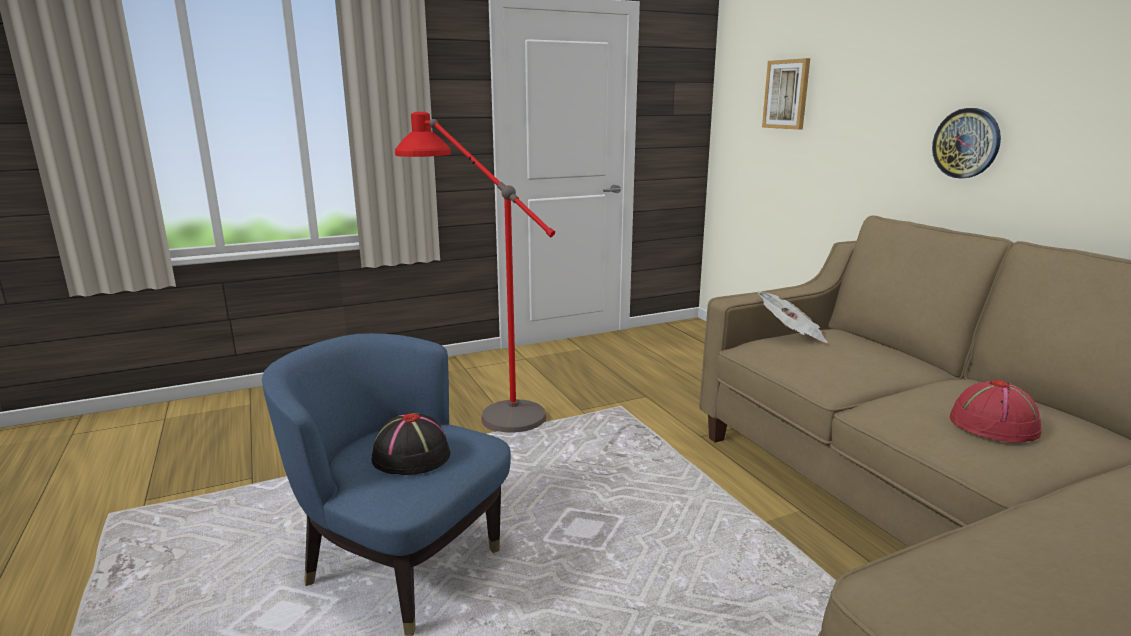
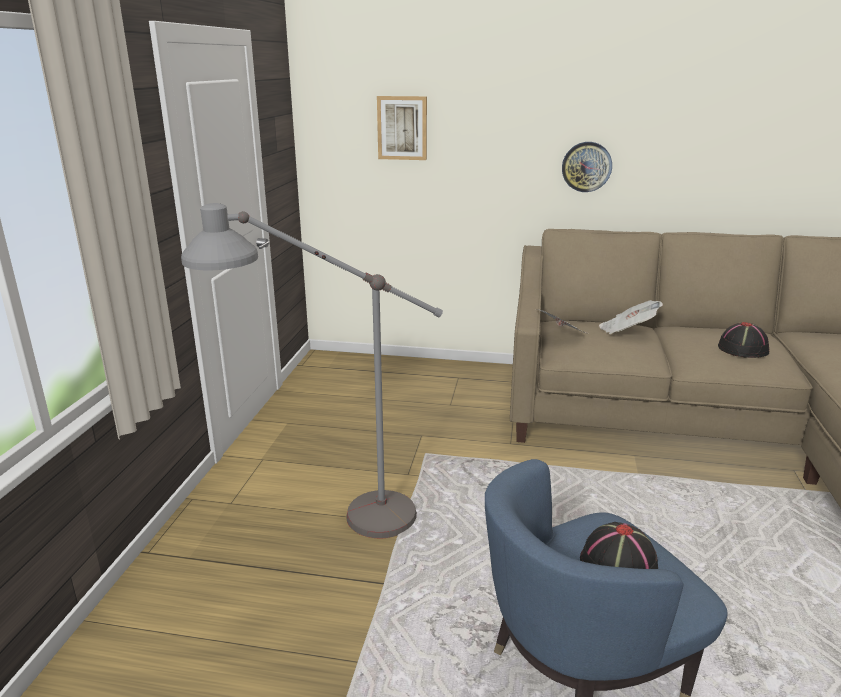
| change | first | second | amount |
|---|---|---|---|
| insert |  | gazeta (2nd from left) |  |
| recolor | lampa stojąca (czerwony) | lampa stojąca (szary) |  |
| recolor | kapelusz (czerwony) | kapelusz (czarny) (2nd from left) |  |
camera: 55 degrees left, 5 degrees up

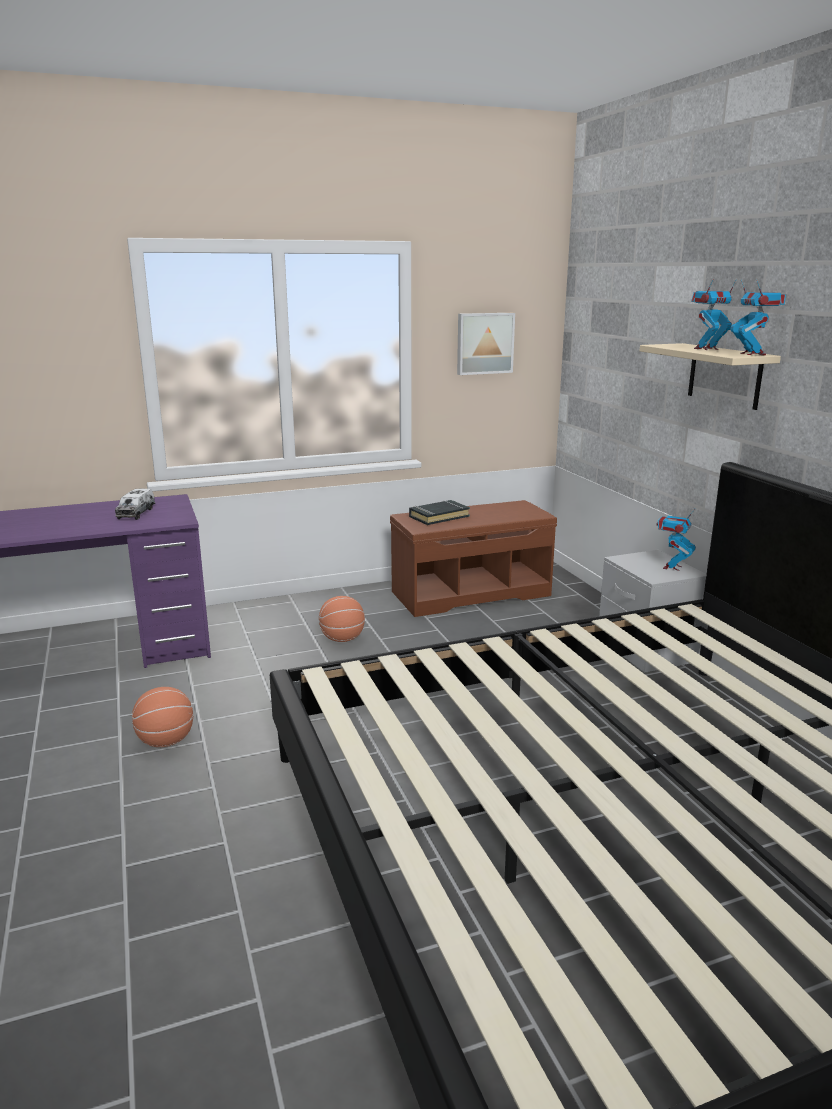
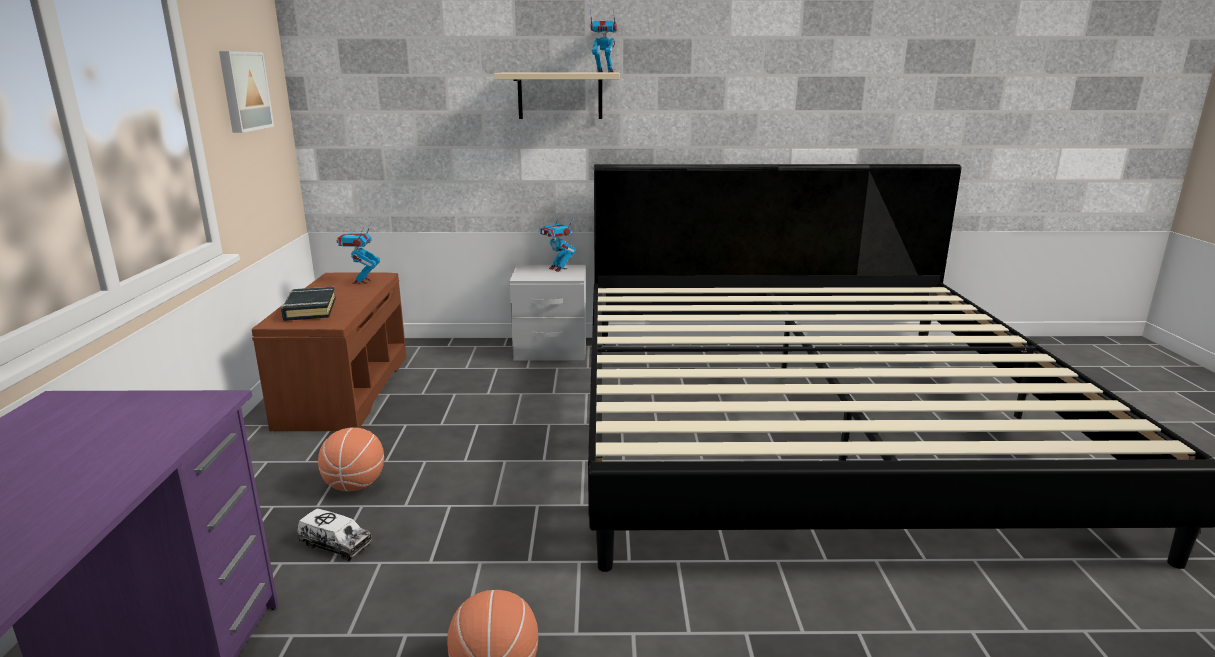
| change | first | second | amount |
|---|---|---|---|
| move | ciężarówka zabawkowa |  |  |
| move | robot zabawkowy (2nd from left in the first image) | robot zabawkowy (1st from left) |  |
camera: 70 degrees left, 0 degrees up

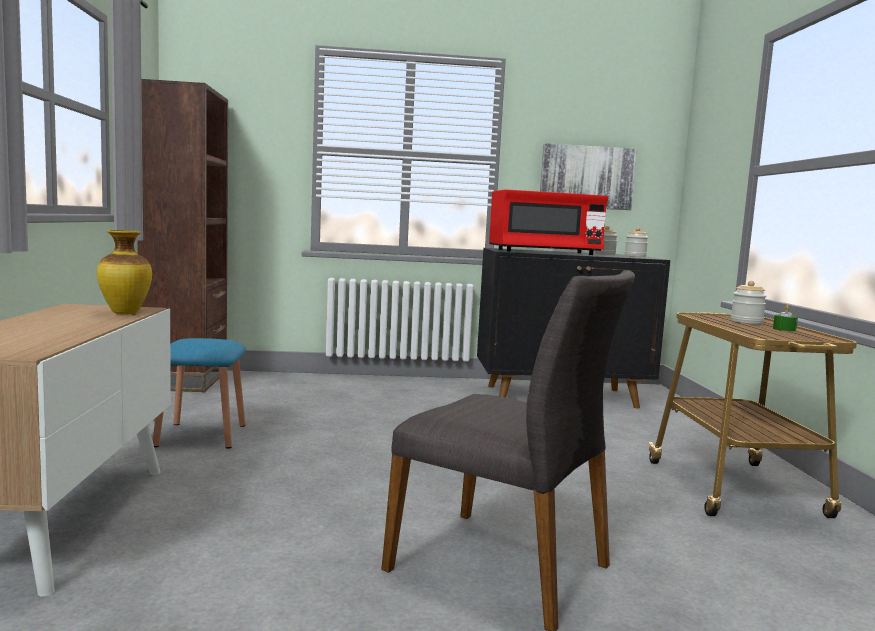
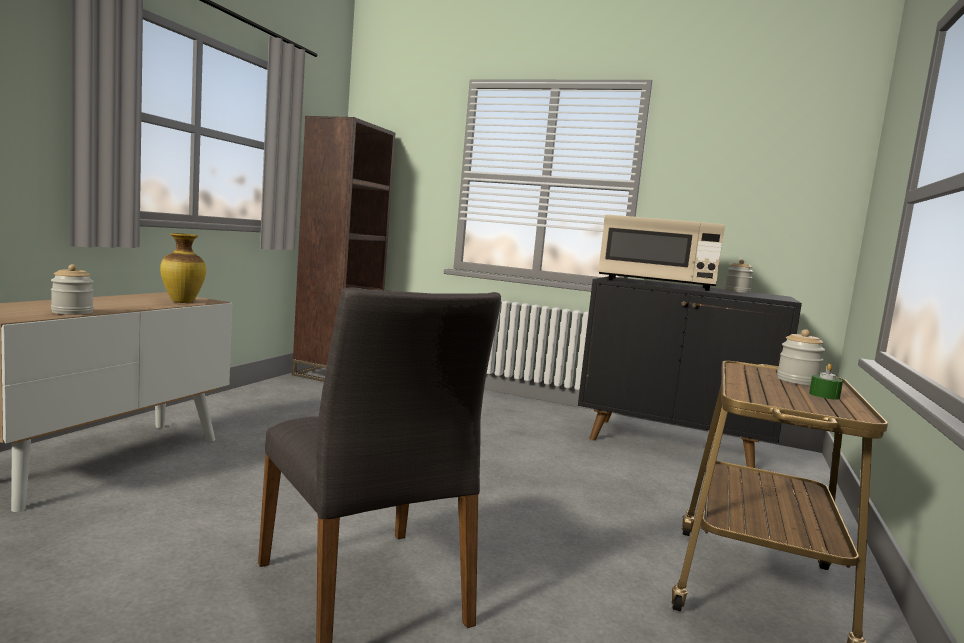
| change | first | second | amount |
|---|---|---|---|
| delete | stołek (niebieski) |  |  |
| delete | obraz |  |  |
| move | słoik (2nd from left in the first image) | słoik (1st from left) |  |
| recolor | mikrofalówka (czerwony) | mikrofalówka (beżowy) |  |
camera: 25 degrees right, 0 degrees up

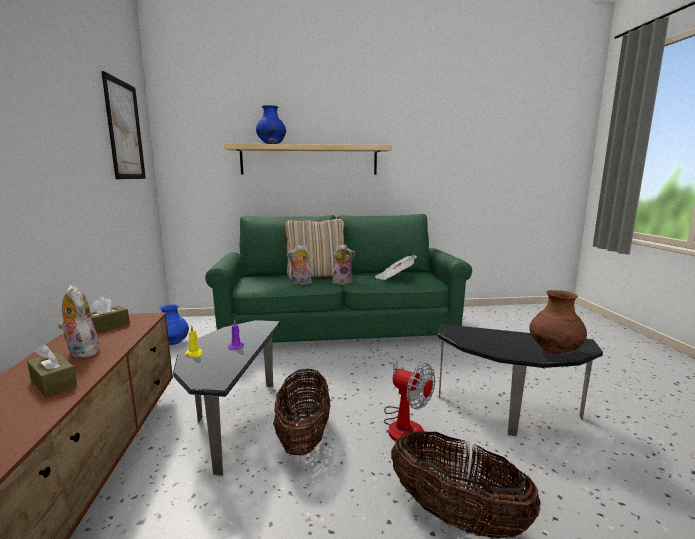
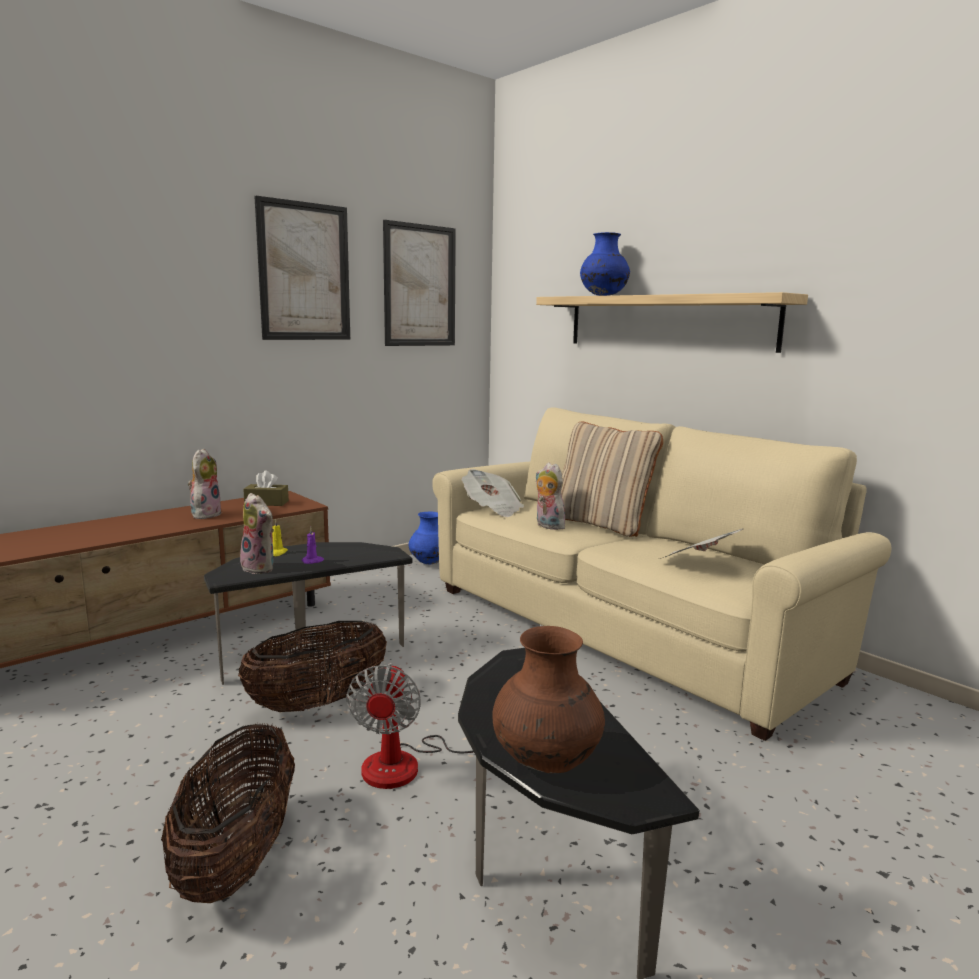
| change | first | second | amount |
|---|---|---|---|
| delete | pudełko chusteczek (brązowy) (1st from left) |  |  |
| insert |  | obraz (1st from left) |  |
| insert |  | gazeta (1st from left) |  |
| move | pluszak (3rd from left in the first image) | pluszak (2nd from left) |  |
| recolor | kanapa (zielony) | kanapa (beżowy) |  |
camera: 55 degrees right, 0 degrees up

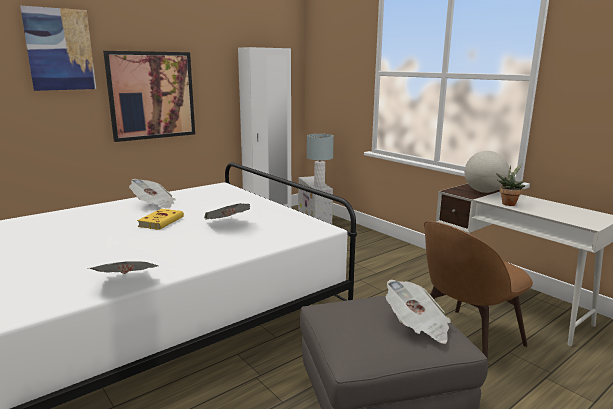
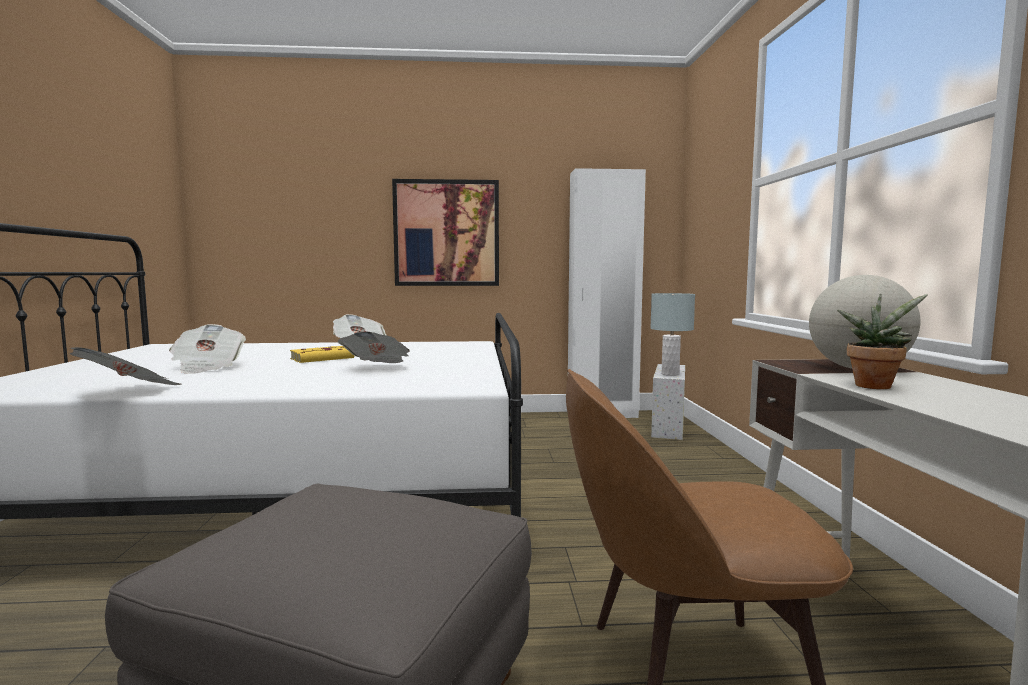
| change | first | second | amount |
|---|---|---|---|
| delete | obraz (1st from left) |  |  |
| move | gazeta (4th from left in the first image) | gazeta (2nd from left) |  |
camera: 35 degrees right, 10 degrees down

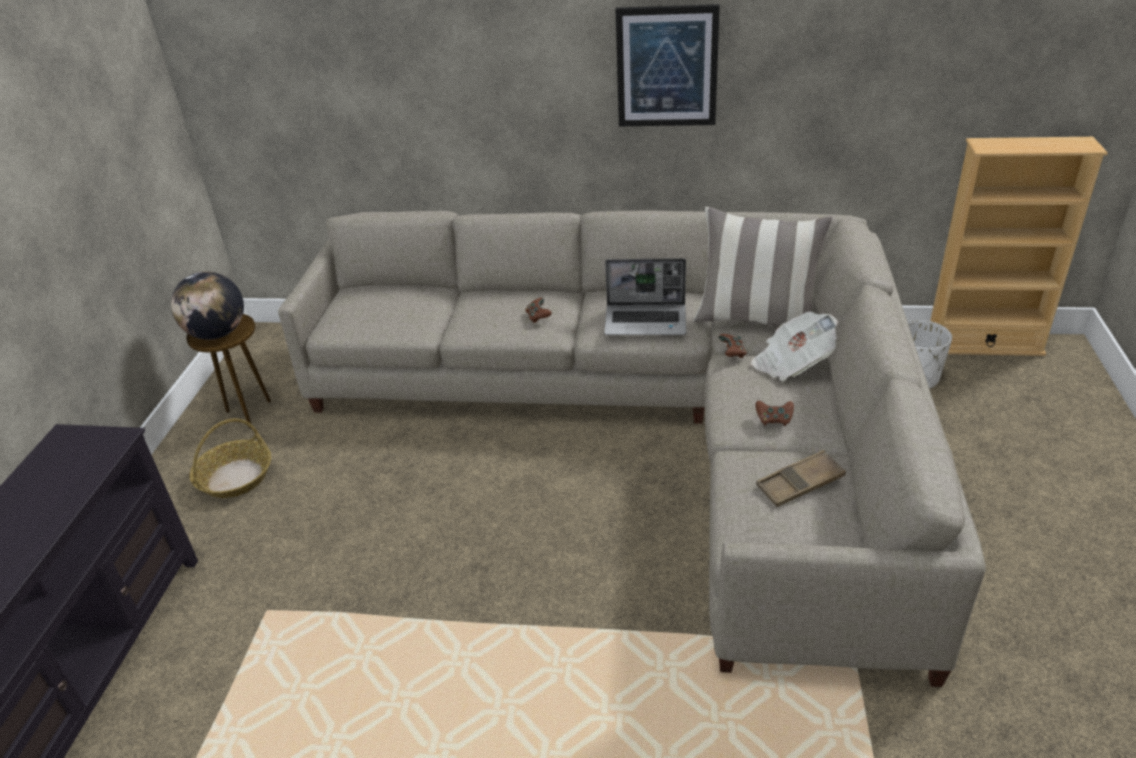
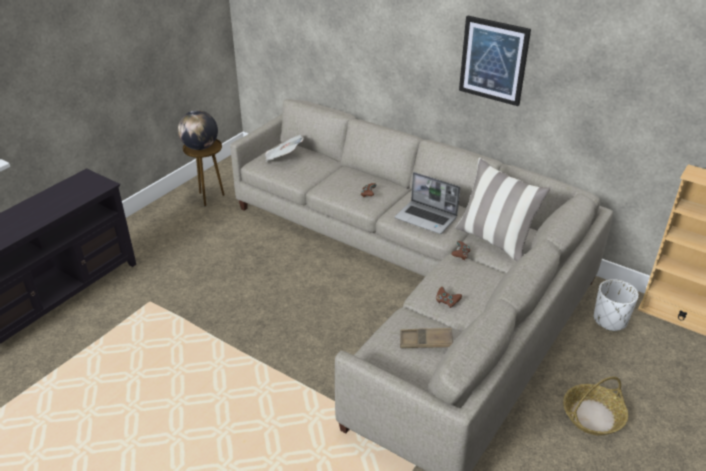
| change | first | second | amount |
|---|---|---|---|
| move | koszyk |  |  |
| move | gazeta |  |  |
camera: 25 degrees right, 0 degrees up

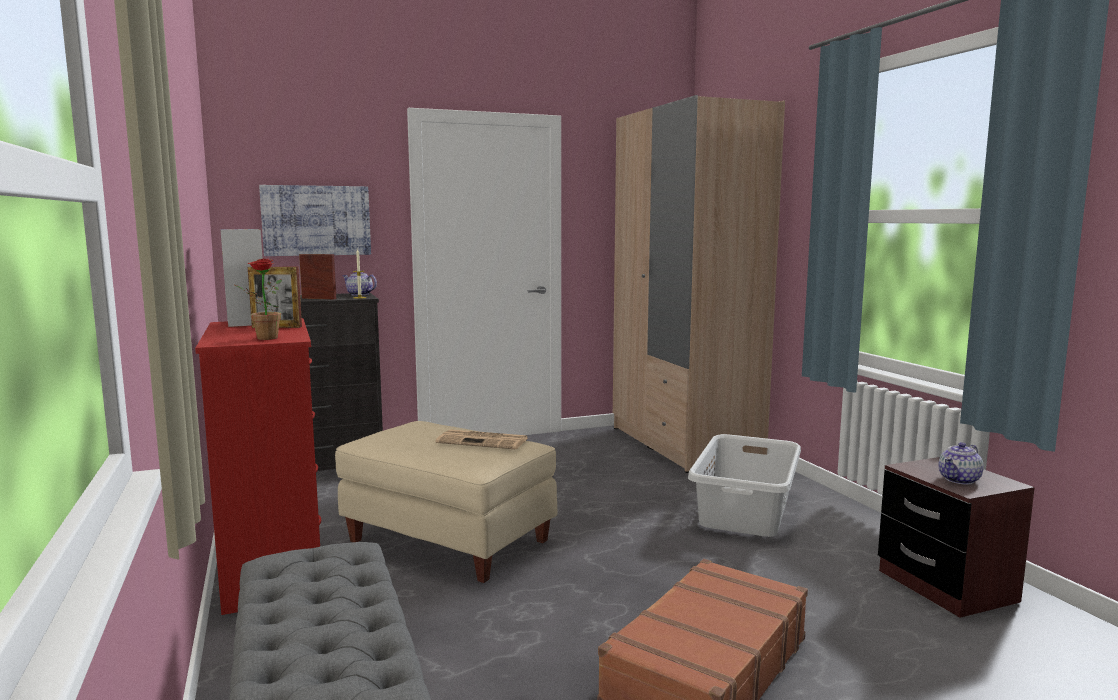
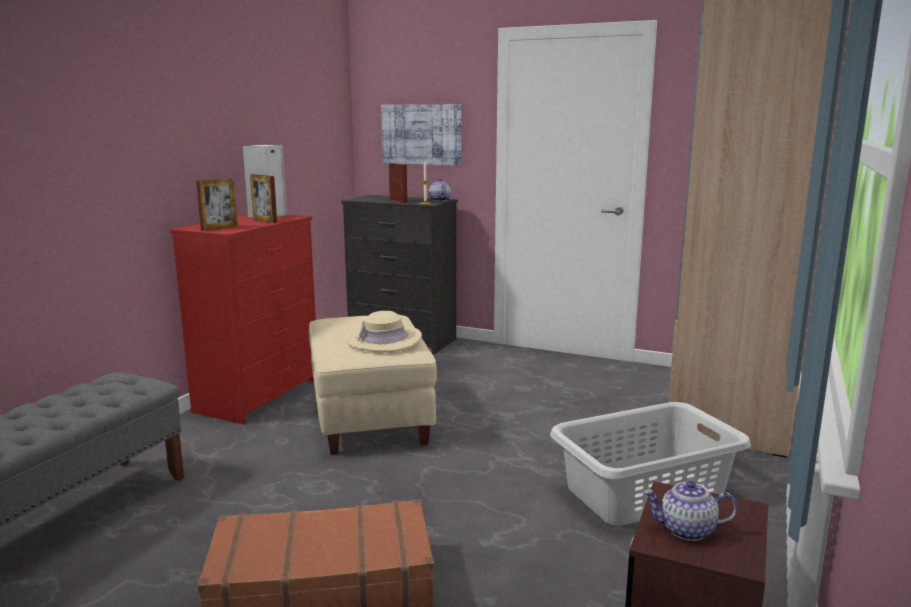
| change | first | second | amount |
|---|---|---|---|
| replace | roślina doniczkowa | ramka na zdjęcie (1st from left) |  |
| replace | gazeta | kapelusz (beżowy) |  |
camera: 45 degrees right, 5 degrees up

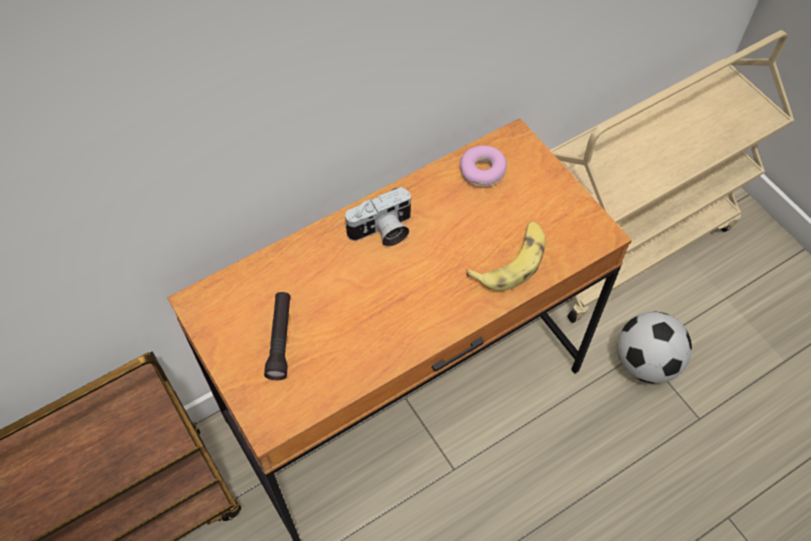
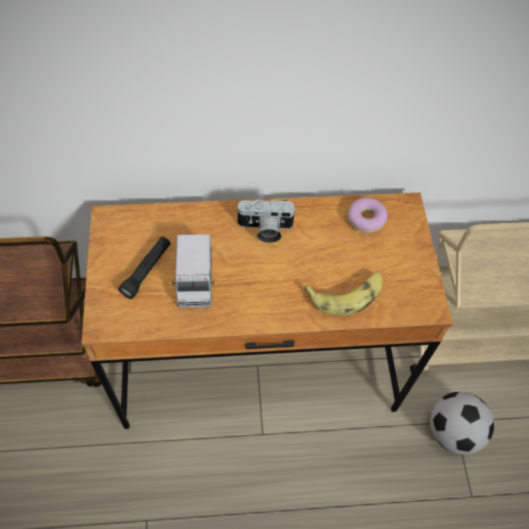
| change | first | second | amount |
|---|---|---|---|
| insert |  | ciężarówka zabawkowa |  |
camera: 25 degrees right, 0 degrees up

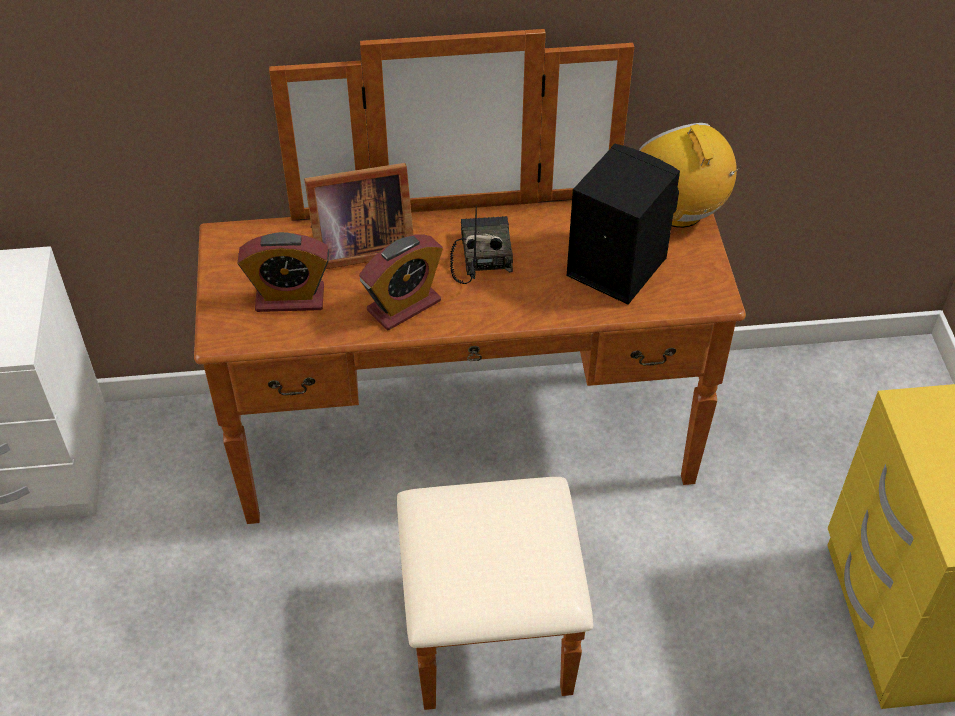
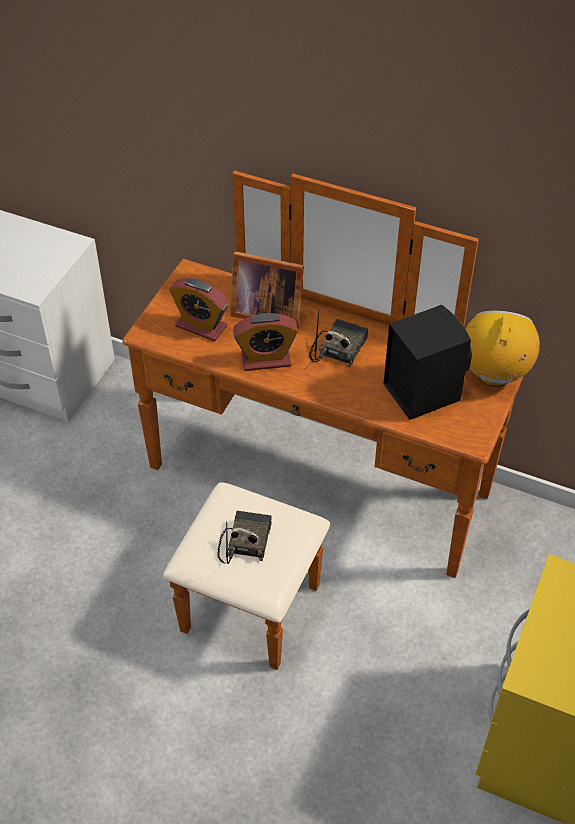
| change | first | second | amount |
|---|---|---|---|
| insert |  | radio (1st from left) |  |
camera: 30 degrees right, 0 degrees up

